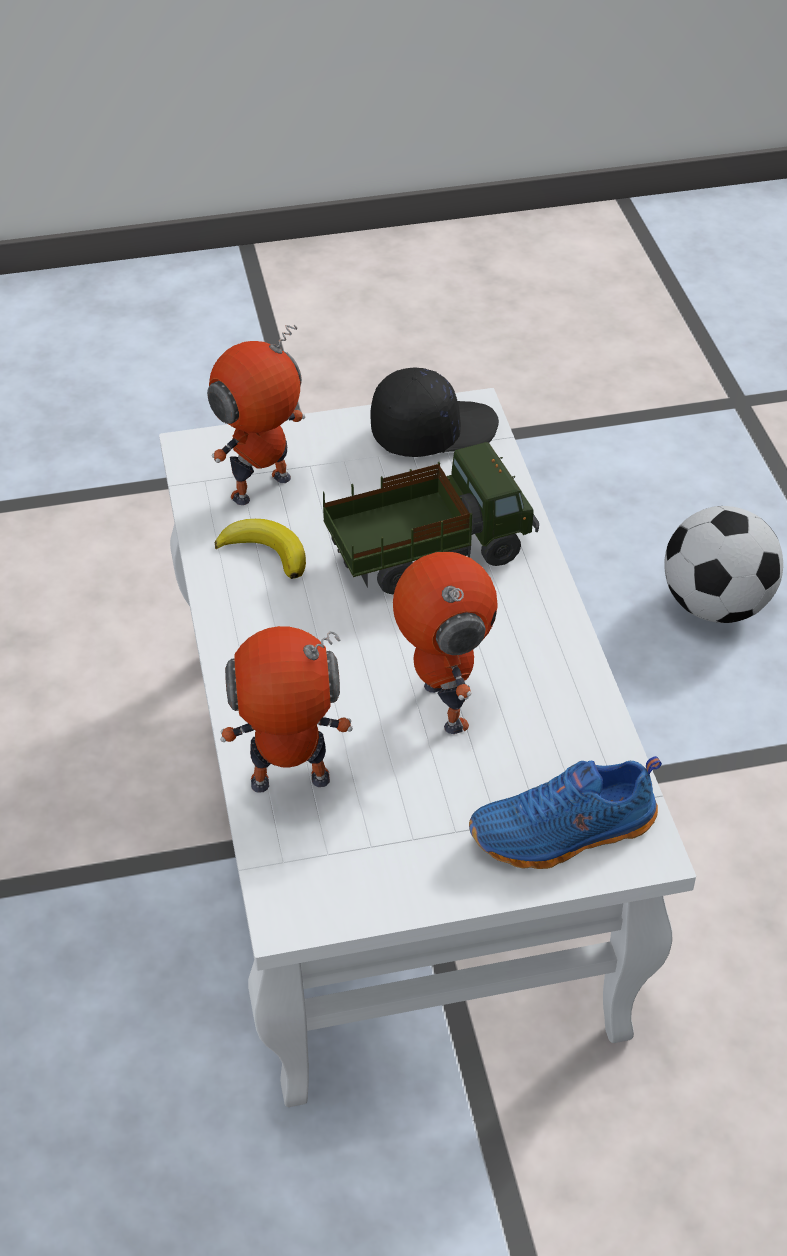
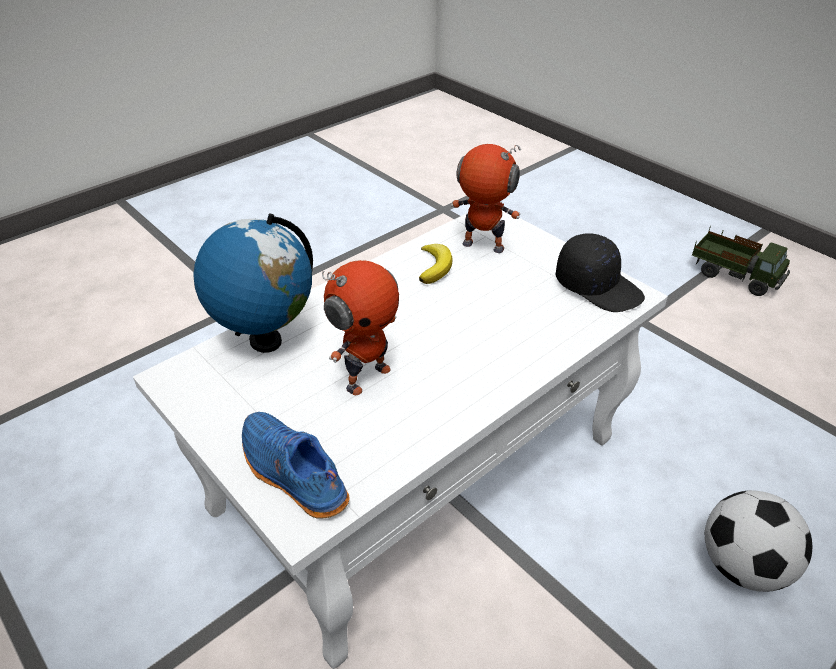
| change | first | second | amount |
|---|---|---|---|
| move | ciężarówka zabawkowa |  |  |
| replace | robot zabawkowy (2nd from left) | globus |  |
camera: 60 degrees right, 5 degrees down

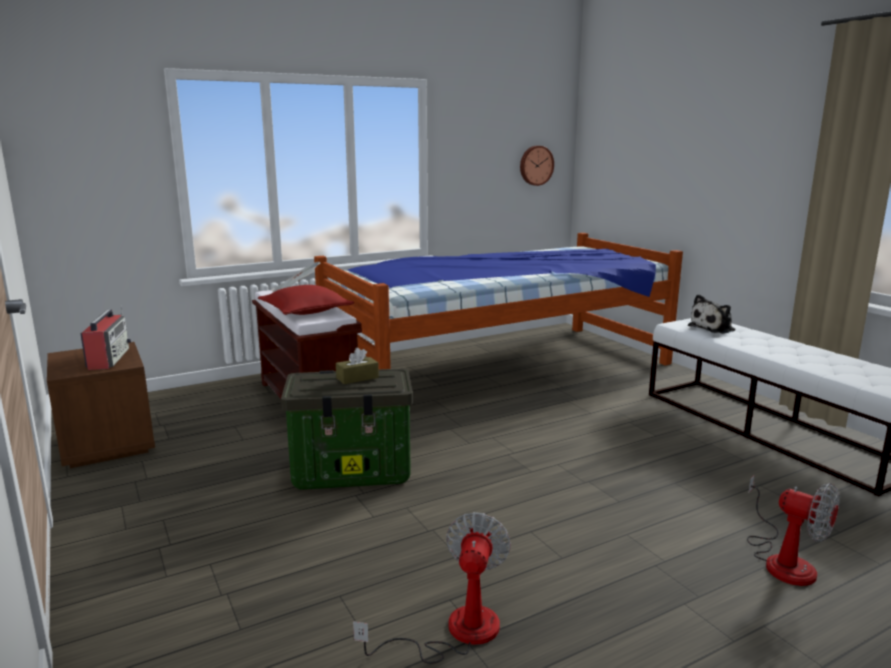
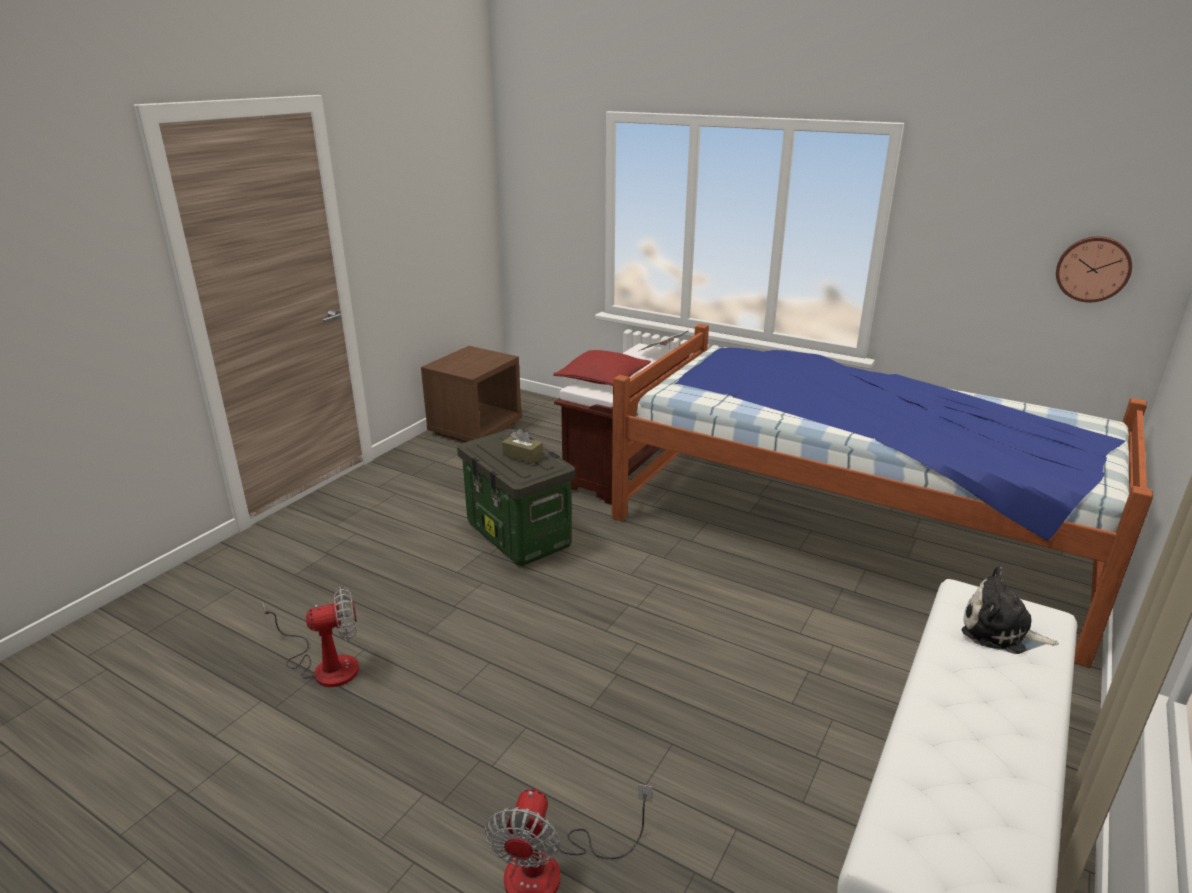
| change | first | second | amount |
|---|---|---|---|
| delete | radio |  |  |
camera: 60 degrees right, 10 degrees up

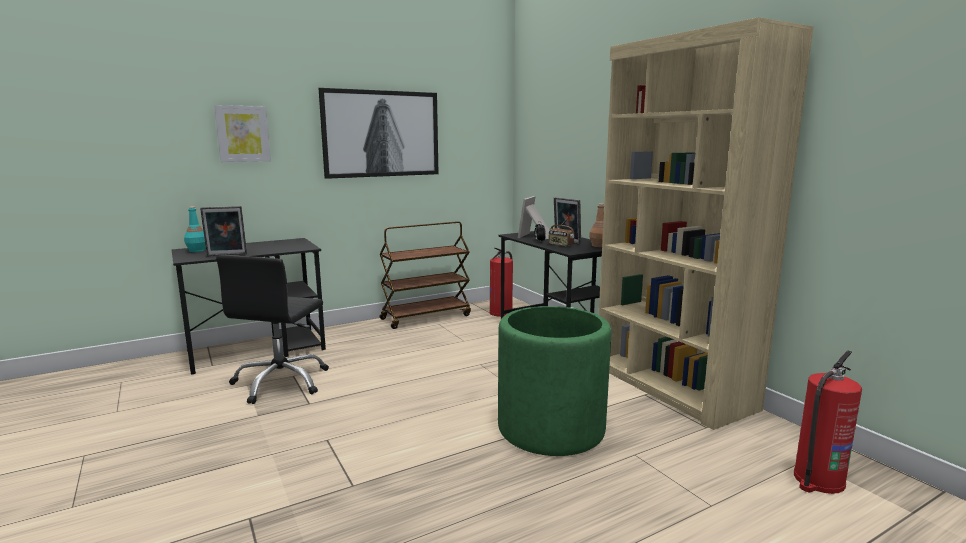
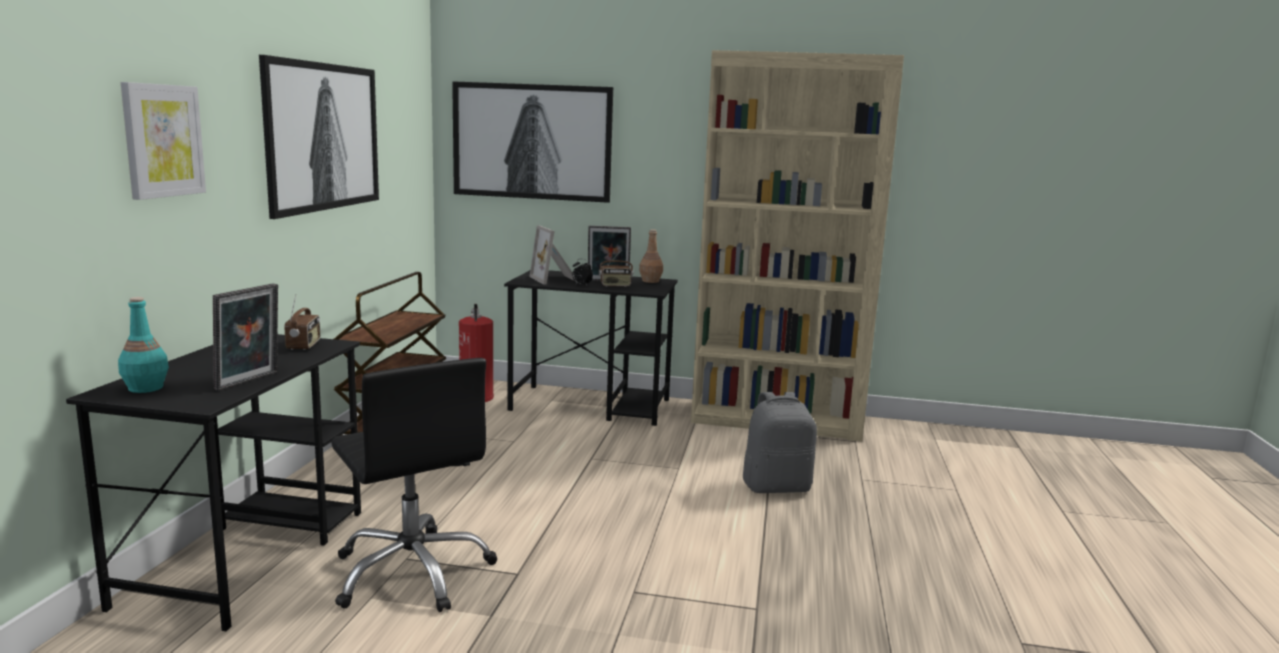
| change | first | second | amount |
|---|---|---|---|
| delete | gaśnica (2nd from left) |  |  |
| insert |  | radio (1st from left) |  |
| insert |  | obraz (3rd from left) |  |
| replace | donica (zielony) | plecak (szary) |  |
camera: 50 degrees left, 0 degrees up

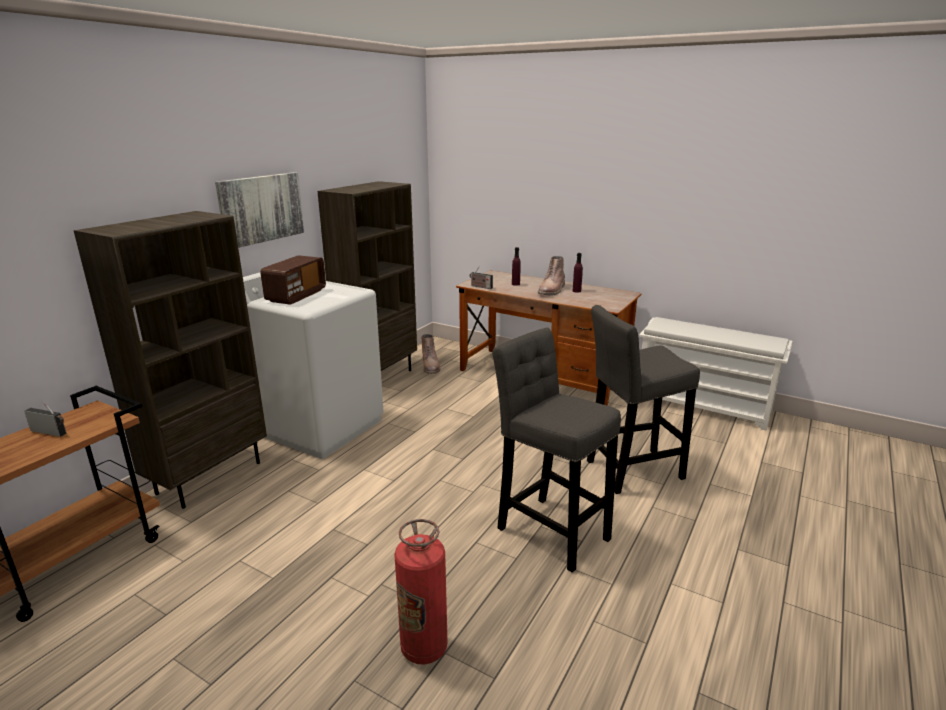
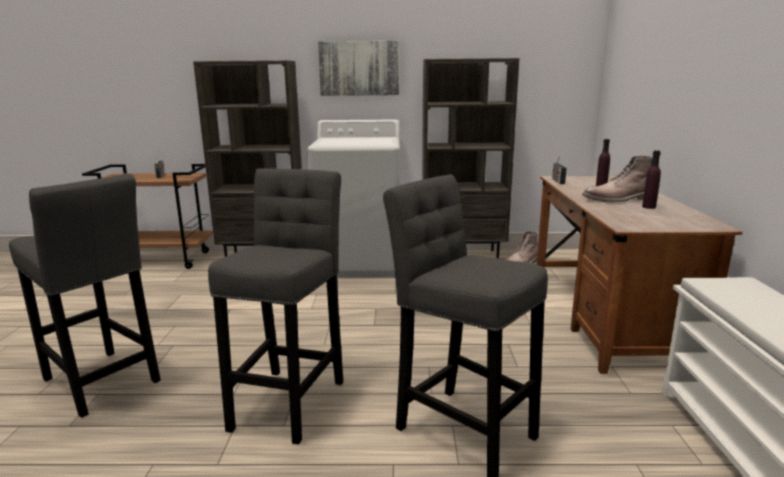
| change | first | second | amount |
|---|---|---|---|
| delete | radio (2nd from left) |  |  |
| replace | gaśnica | stołek (szary) (1st from left) |  |
camera: 60 degrees right, 5 degrees down

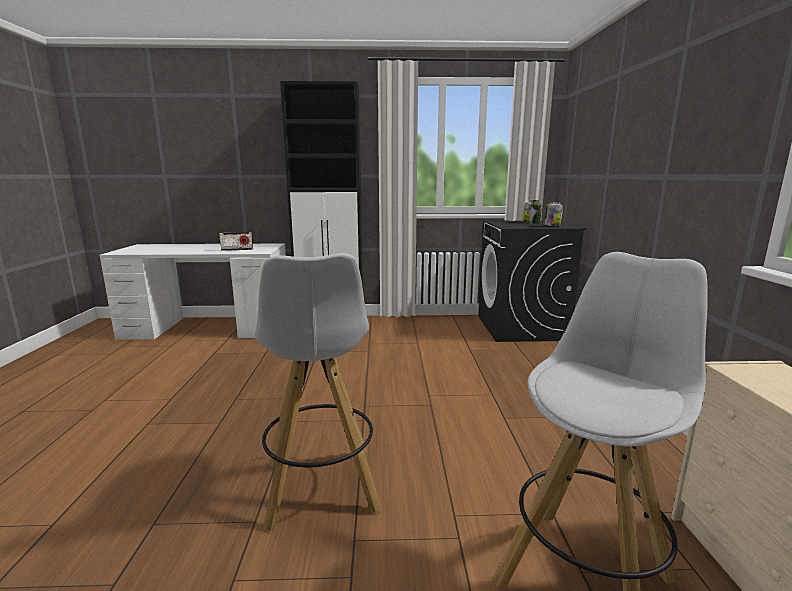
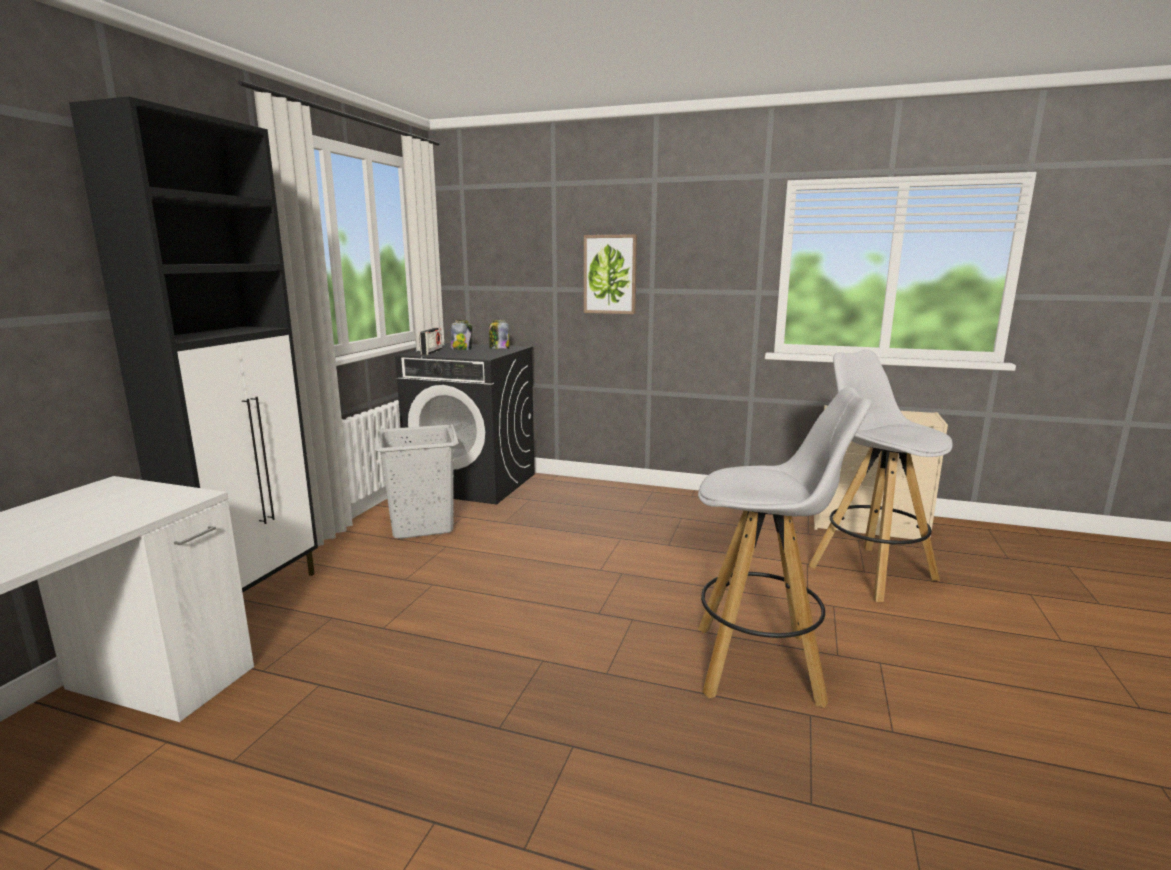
| change | first | second | amount |
|---|---|---|---|
| insert |  | kosz na pranie (szary) |  |
| insert |  | obraz |  |
| move | radio |  |  |
camera: 70 degrees left, 0 degrees up

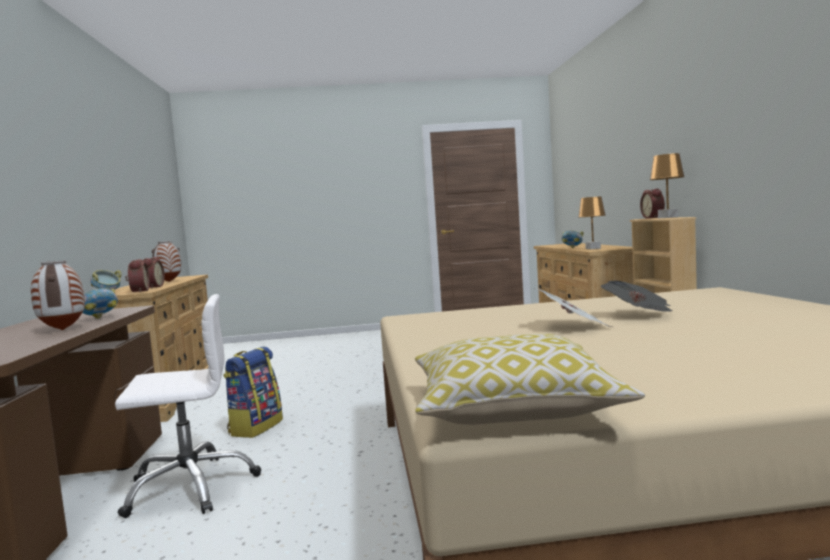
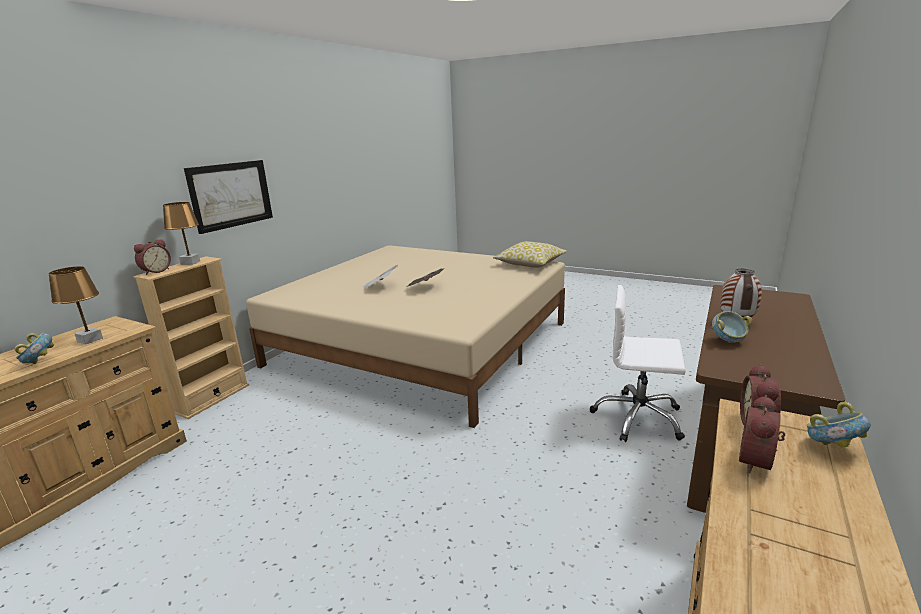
| change | first | second | amount |
|---|---|---|---|
| delete | wazon (2nd from left) |  |  |
| delete | plecak |  |  |
| insert |  | obraz |  |
camera: 145 degrees left, 15 degrees up

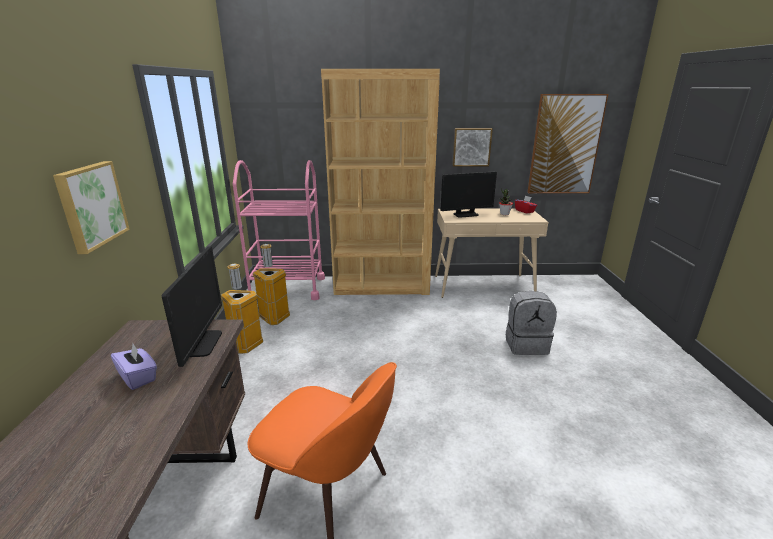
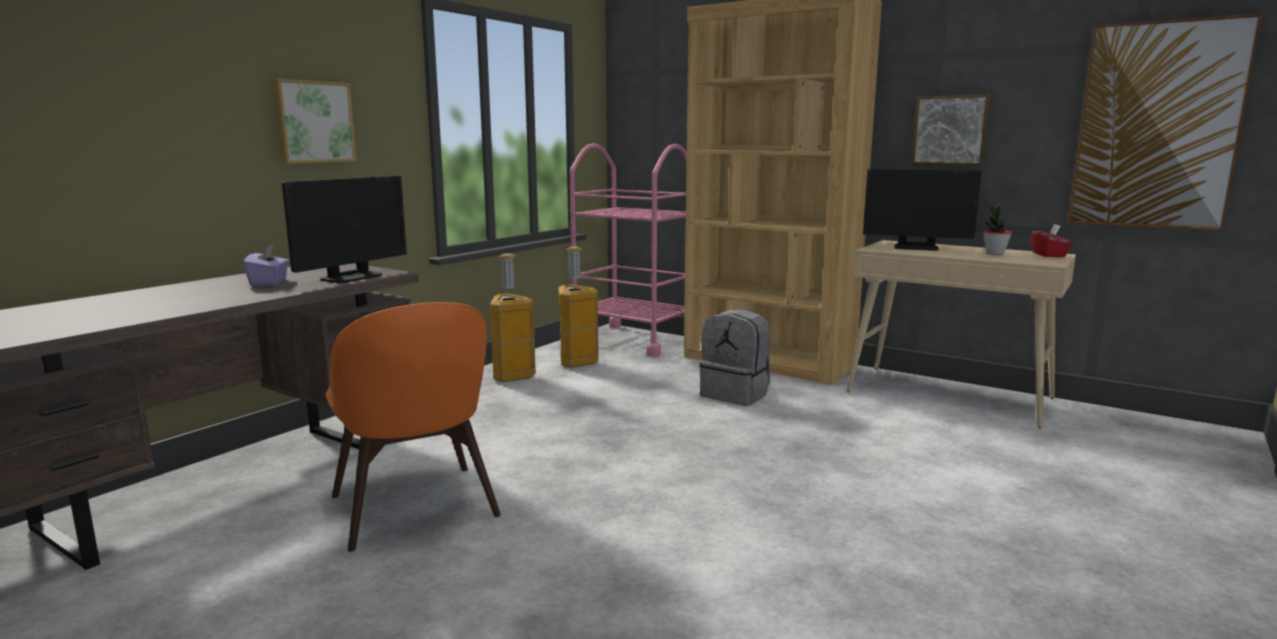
| change | first | second | amount |
|---|---|---|---|
| move | plecak (szary) |  |  |
camera: 35 degrees right, 10 degrees down

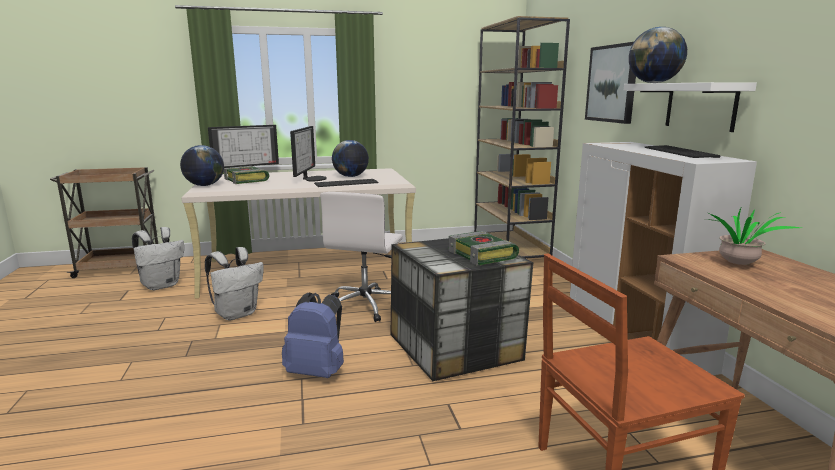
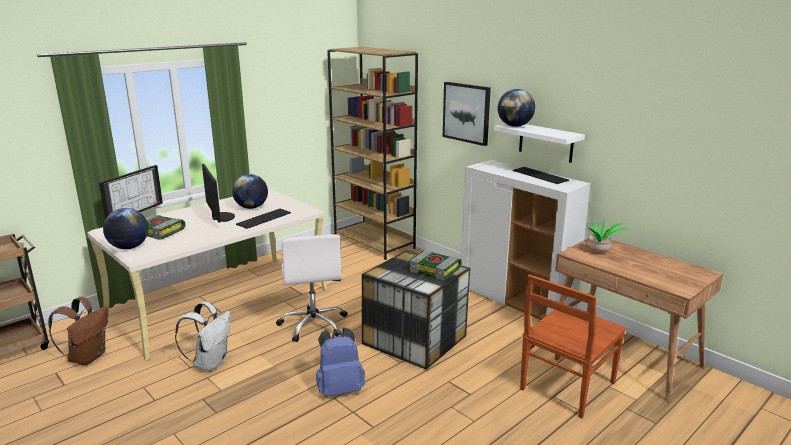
| change | first | second | amount |
|---|---|---|---|
| recolor | plecak (biały) (1st from left) | plecak (brązowy) |  |
camera: 30 degrees left, 5 degrees up

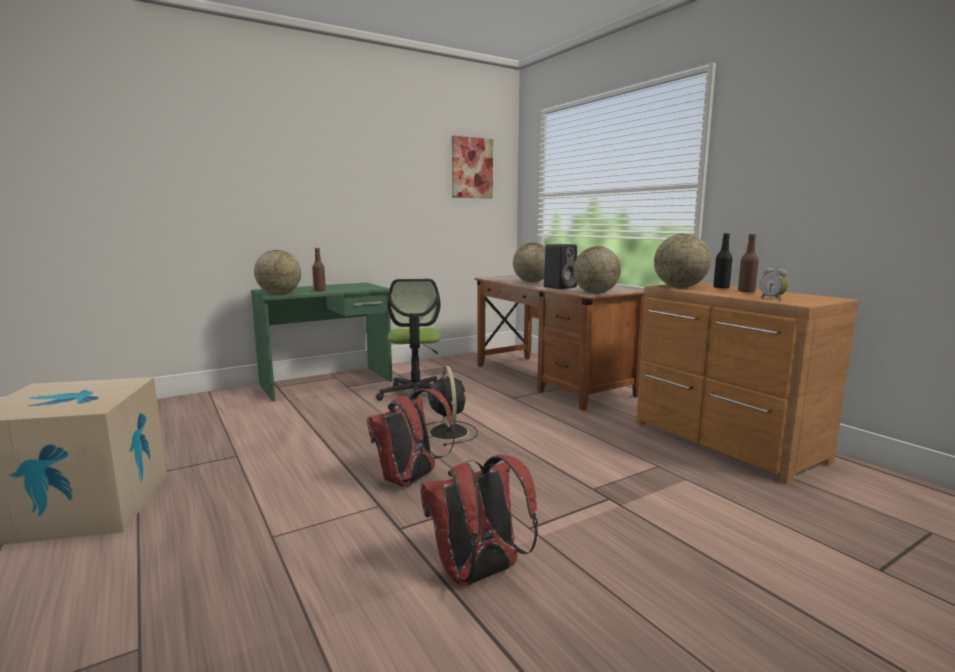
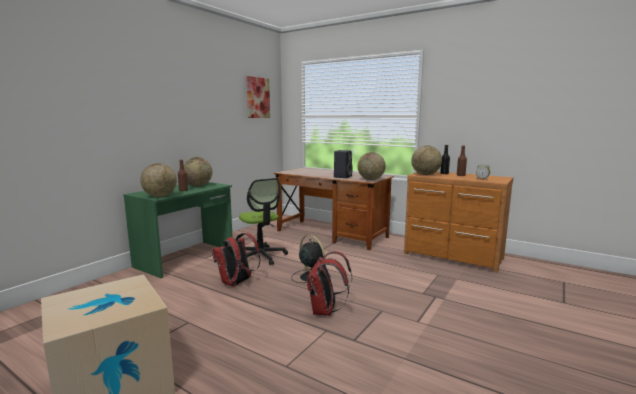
| change | first | second | amount |
|---|---|---|---|
| move | plecak (czerwony) (2nd from left in the first image) | plecak (czerwony) (1st from left) |  |
| move | globus (2nd from left) |  |  |
camera: 25 degrees left, 0 degrees up

